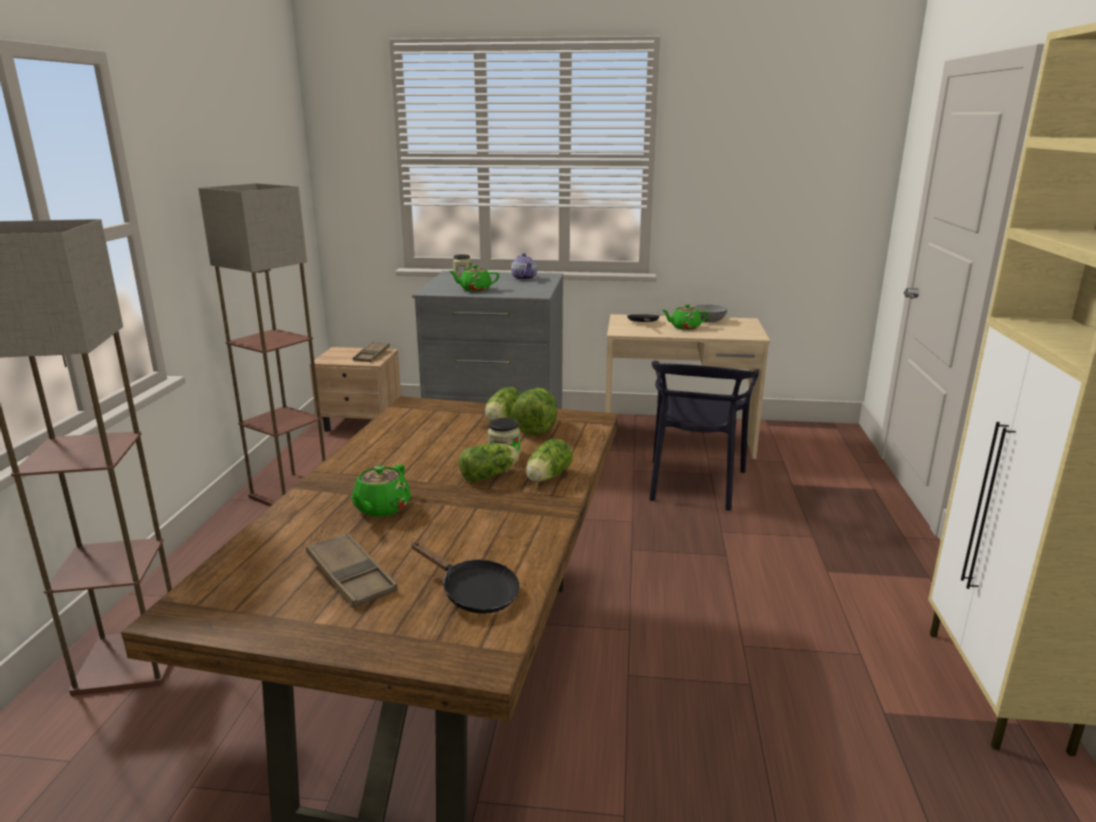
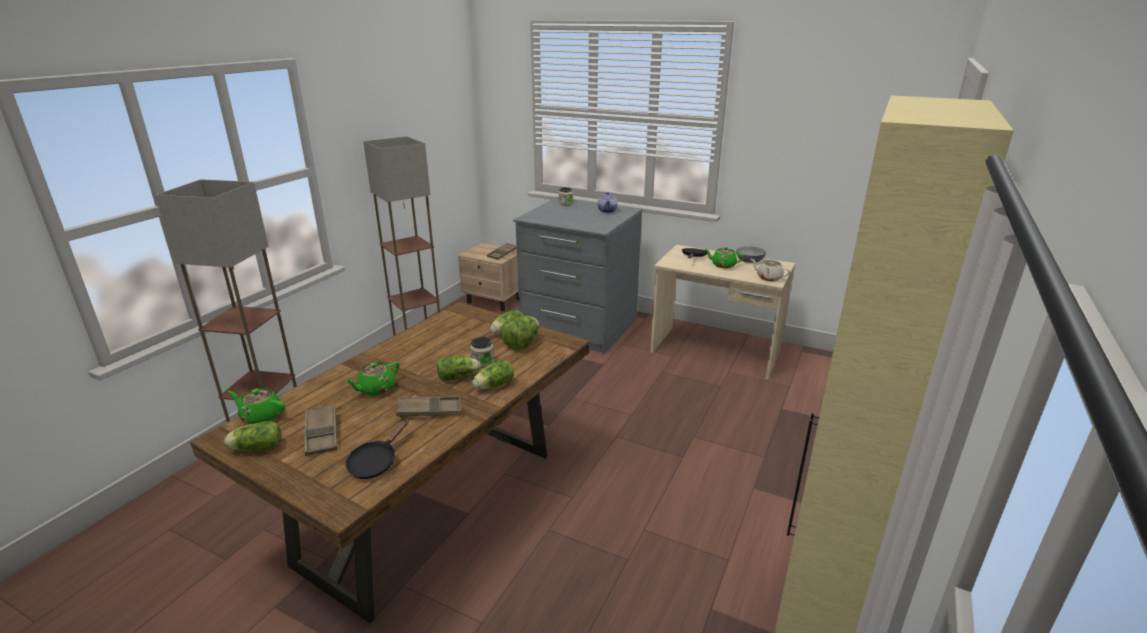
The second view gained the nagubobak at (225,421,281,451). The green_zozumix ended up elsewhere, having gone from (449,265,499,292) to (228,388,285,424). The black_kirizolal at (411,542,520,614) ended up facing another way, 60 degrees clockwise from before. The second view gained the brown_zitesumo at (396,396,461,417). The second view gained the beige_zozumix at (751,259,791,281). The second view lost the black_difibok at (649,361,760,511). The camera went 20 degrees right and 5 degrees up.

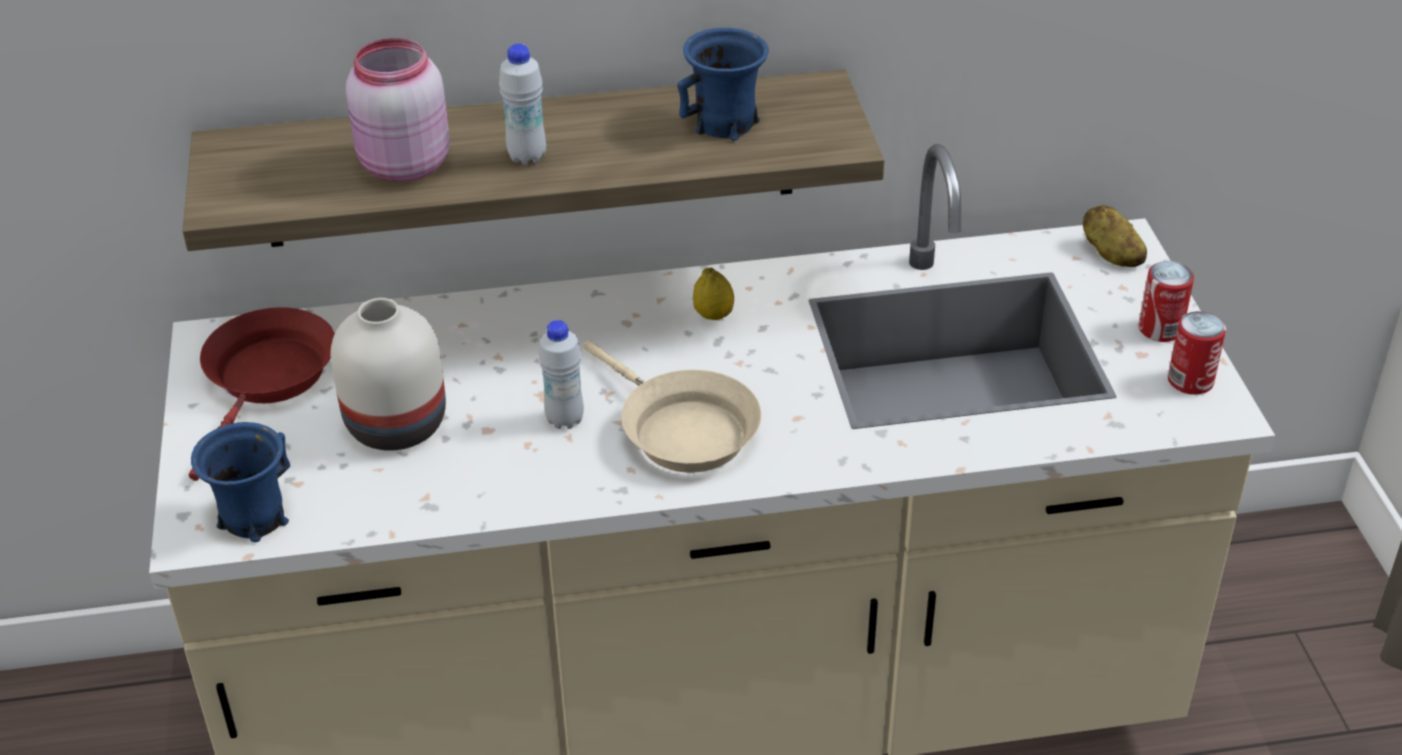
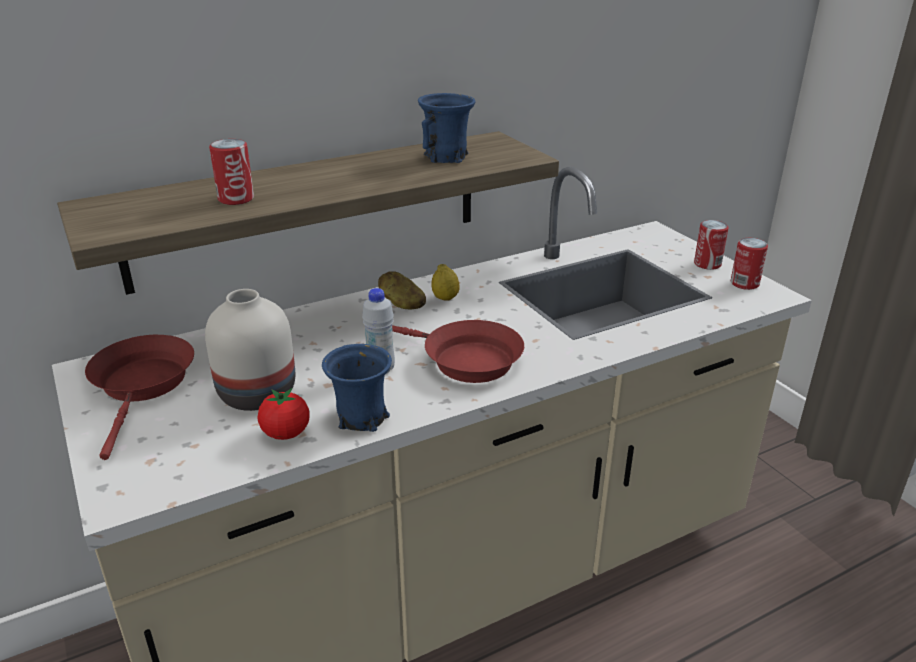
Where the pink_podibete stood at (346,38,450,182), the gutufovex came to stand at (209,139,254,205). The second view gained the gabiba at (258,388,310,440). The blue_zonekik ended up elsewhere, having gone from (191,422,290,542) to (322,344,392,432). The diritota ended up elsewhere, having gone from (1083,205,1147,267) to (378,271,426,309). What was the beige_kirizolal at (583,340,761,473) turned into the red_kirizolal at (392,320,524,383). The second view lost the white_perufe at (499,44,546,165). The camera went 20 degrees left and 10 degrees down.

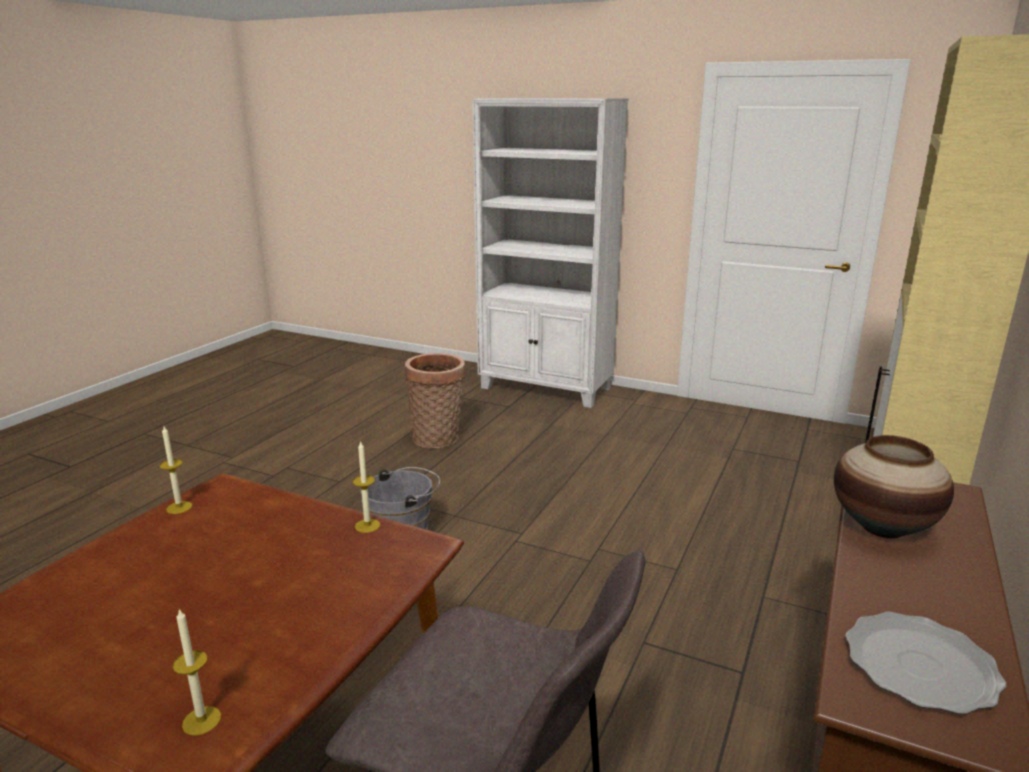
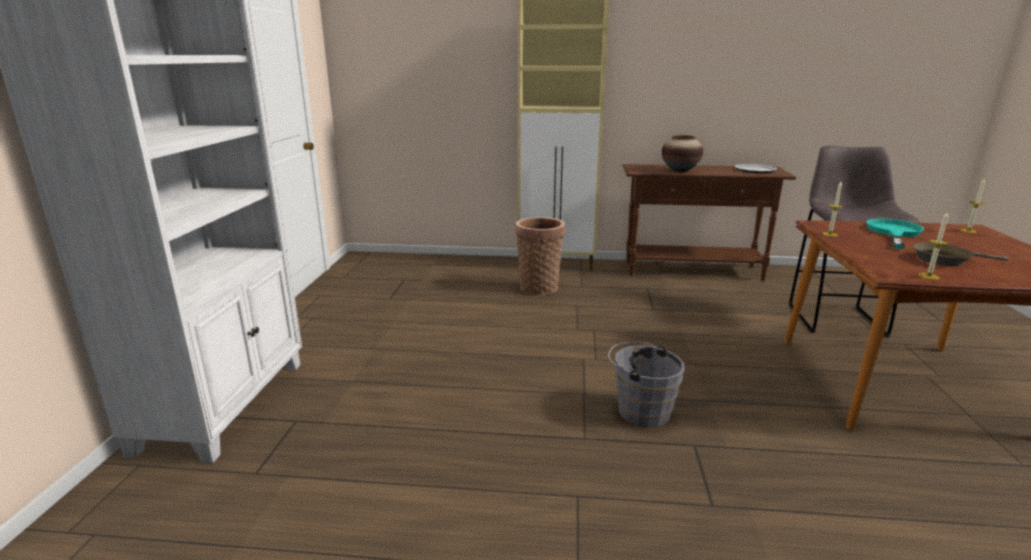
The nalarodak ended up elsewhere, having gone from (405,353,466,449) to (515,217,565,296). The second view gained the turquoise_kirizolal at (866,219,924,249). The second view gained the brown_kirizolal at (913,242,1009,266). The camera went 110 degrees left and 0 degrees up.

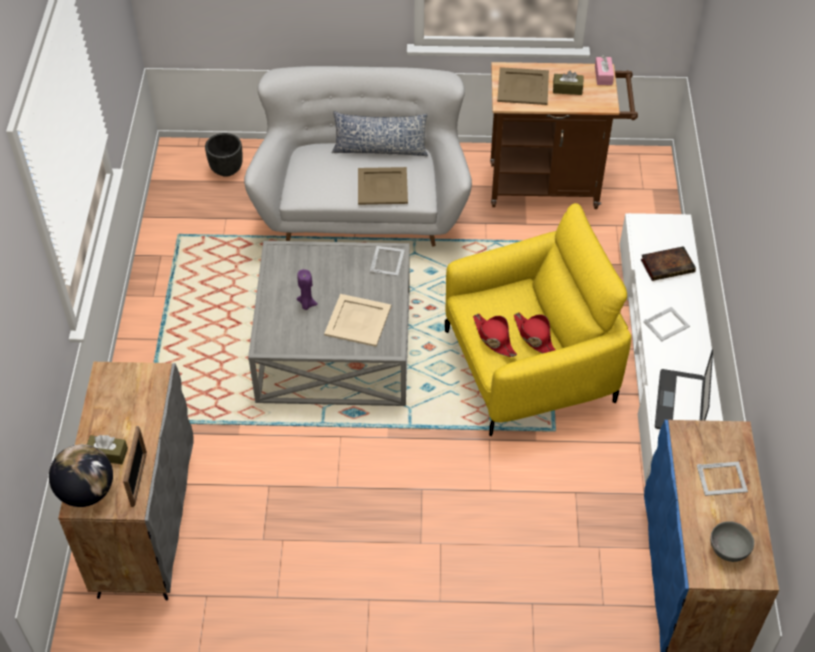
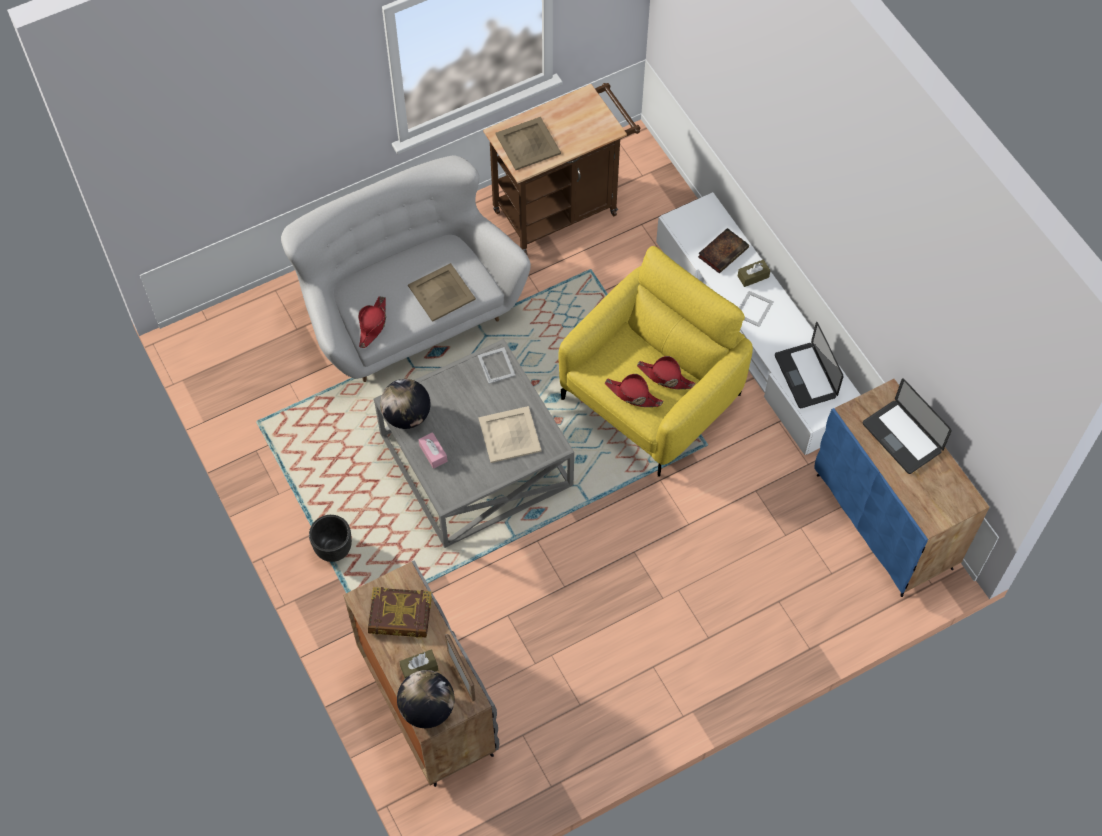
The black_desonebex ended up elsewhere, having gone from (205,133,243,177) to (309,515,352,562). The second view gained the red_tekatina at (358,296,386,348). The second view gained the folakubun at (368,587,432,638). The second view gained the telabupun at (380,379,430,429). The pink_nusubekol ended up elsewhere, having gone from (595,55,614,85) to (418,432,447,469). The brown_nusubekol ended up elsewhere, having gone from (553,71,583,95) to (738,259,771,287). Where the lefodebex stood at (697,462,748,496), the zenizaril came to stand at (863,378,952,474). The second view lost the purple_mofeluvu at (297,269,318,310). The second view lost the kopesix at (332,112,428,156). The second view lost the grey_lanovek at (710,521,754,562). The camera went 30 degrees left and 10 degrees up.

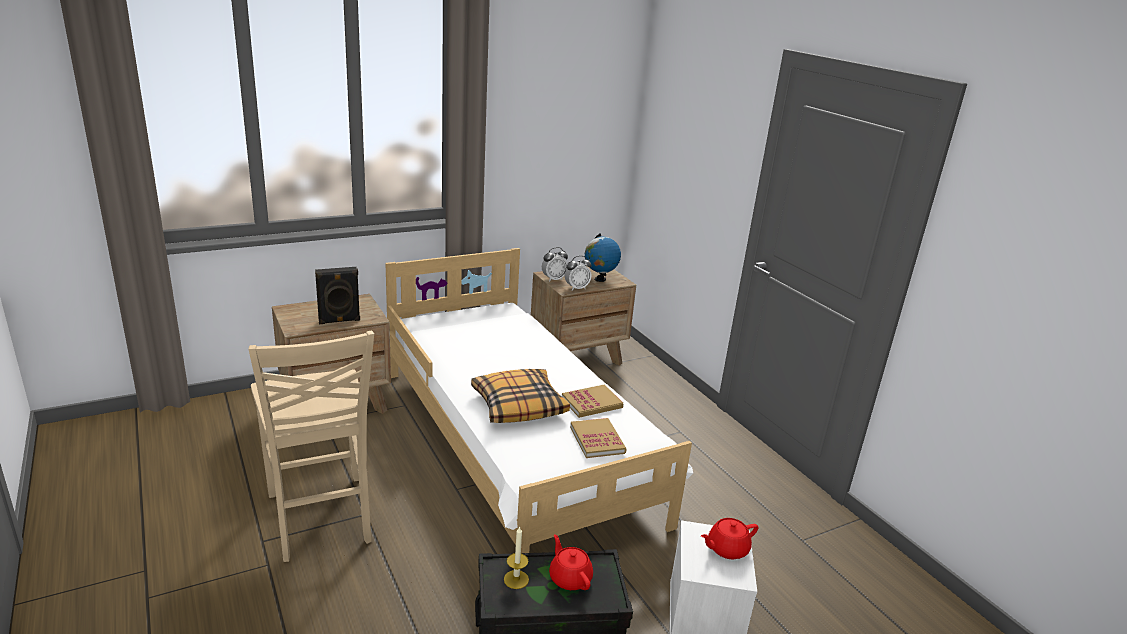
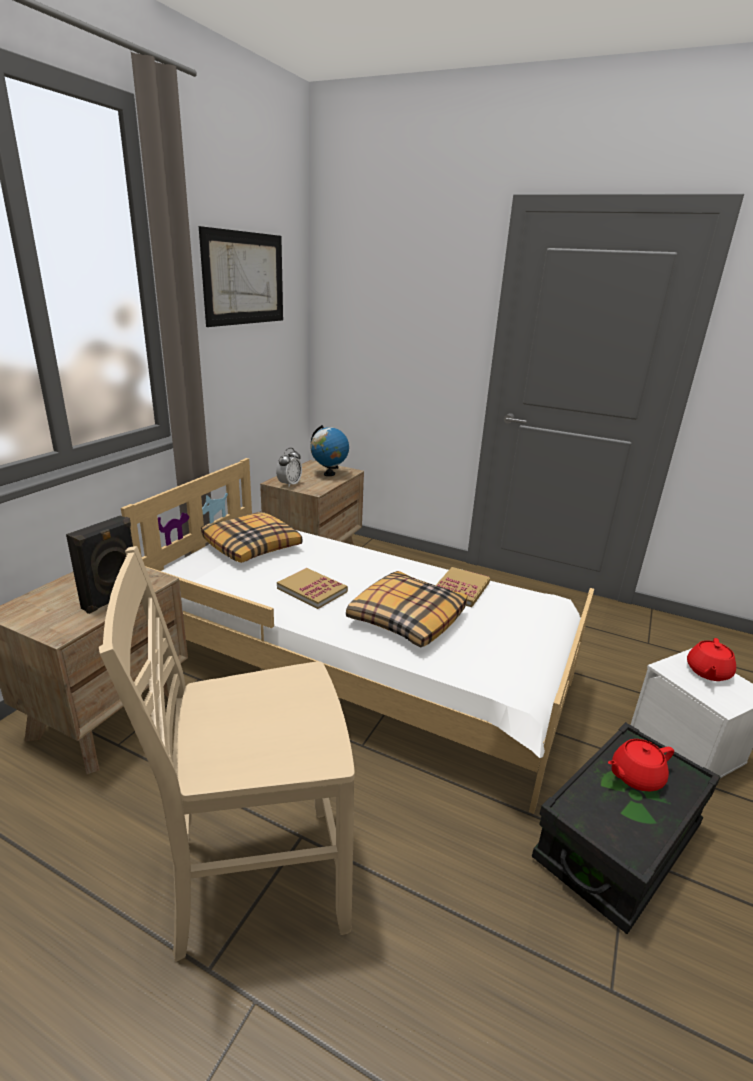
The beige_difibok at (249,331,374,562) ended up facing another way, 135 degrees clockwise from before. The second view gained the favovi at (199,226,283,327). The second view gained the kopesix at (201,512,302,563). The folakubun ended up elsewhere, having gone from (570,418,627,458) to (277,568,348,609). The red_zozumix at (549,534,593,590) ended up facing another way, 45 degrees counterclockwise from before. The second view lost the mofeluvu at (504,527,529,589). The second view lost the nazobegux at (565,256,592,291). The camera went 35 degrees left and 0 degrees up.

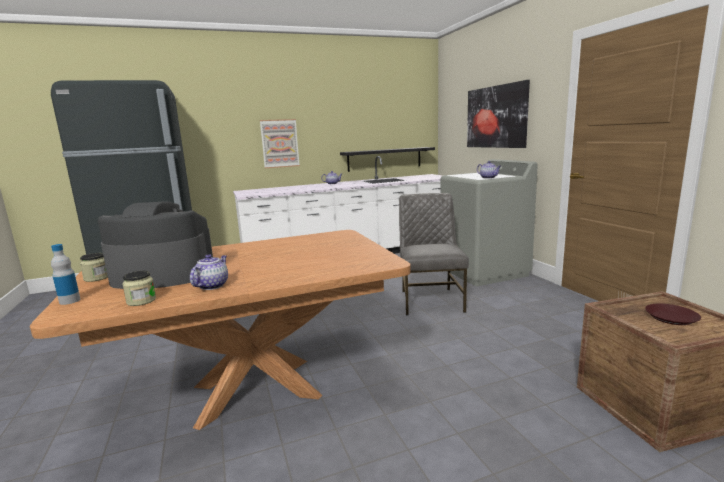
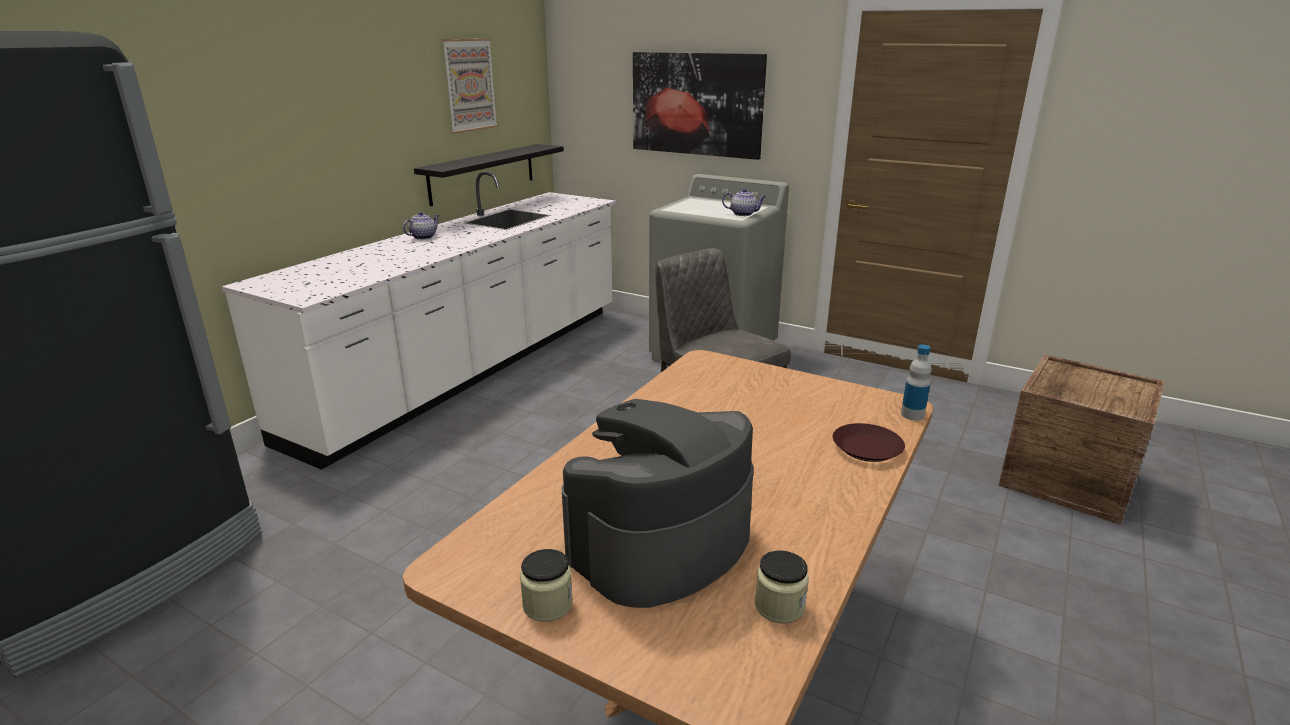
The favovi ended up elsewhere, having gone from (260,119,300,168) to (442,39,498,133). The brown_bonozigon ended up elsewhere, having gone from (645,304,701,325) to (833,423,905,462). The perufe ended up elsewhere, having gone from (51,244,80,305) to (901,345,932,420). The second view lost the zozumix at (190,254,228,290). The camera went 40 degrees left and 10 degrees up.

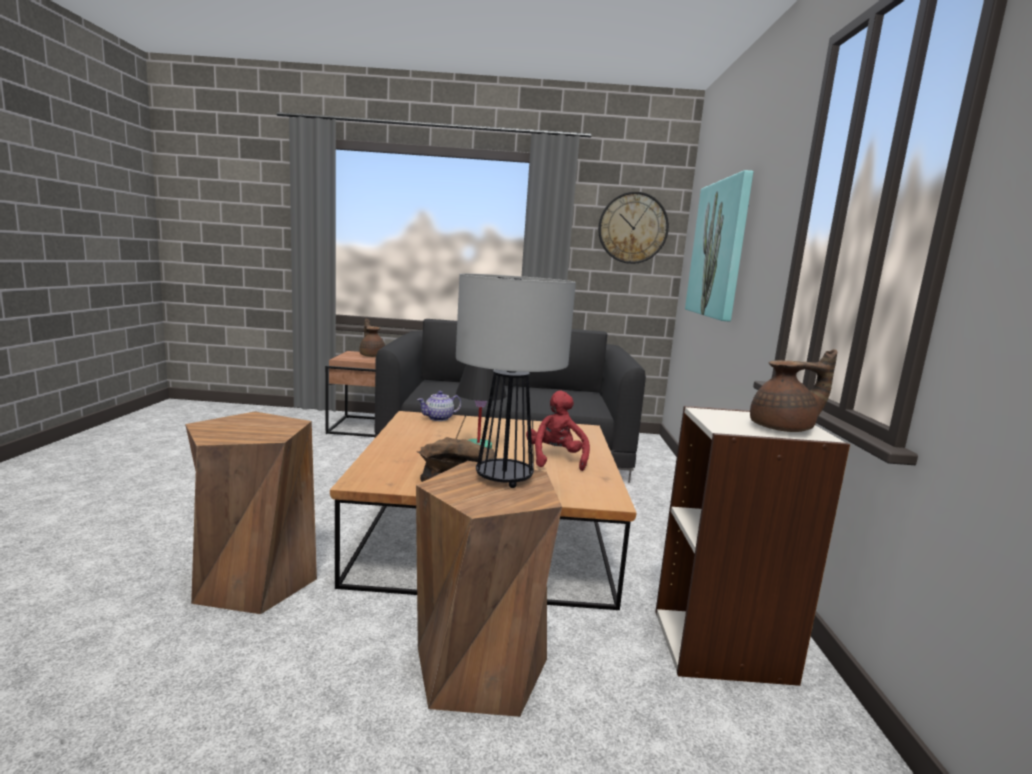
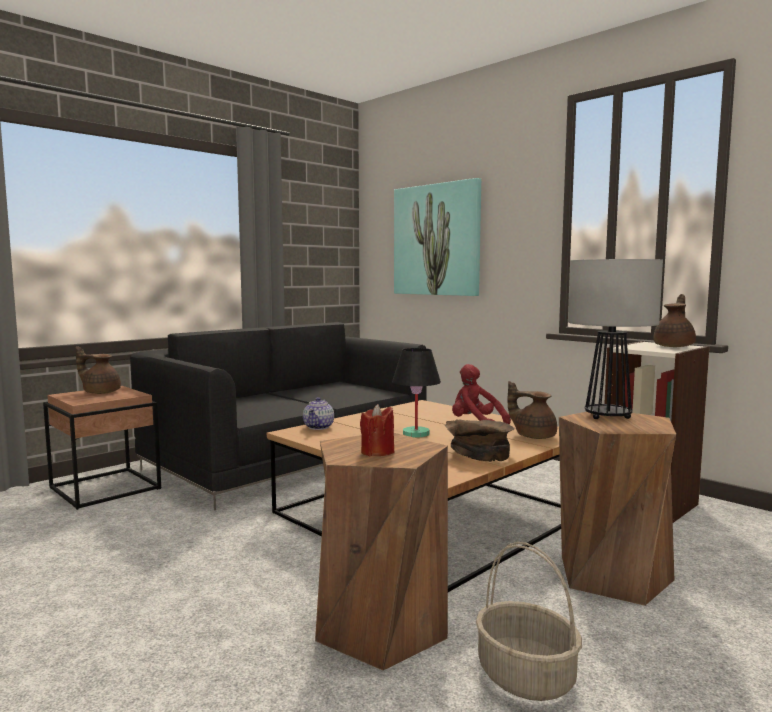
The second view gained the red_mofeluvu at (360,404,394,456). The second view gained the nalarodak at (476,542,582,701). The second view gained the brown_zozumix at (508,381,557,439). The second view lost the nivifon at (598,192,669,264). The camera went 45 degrees left and 5 degrees down.

